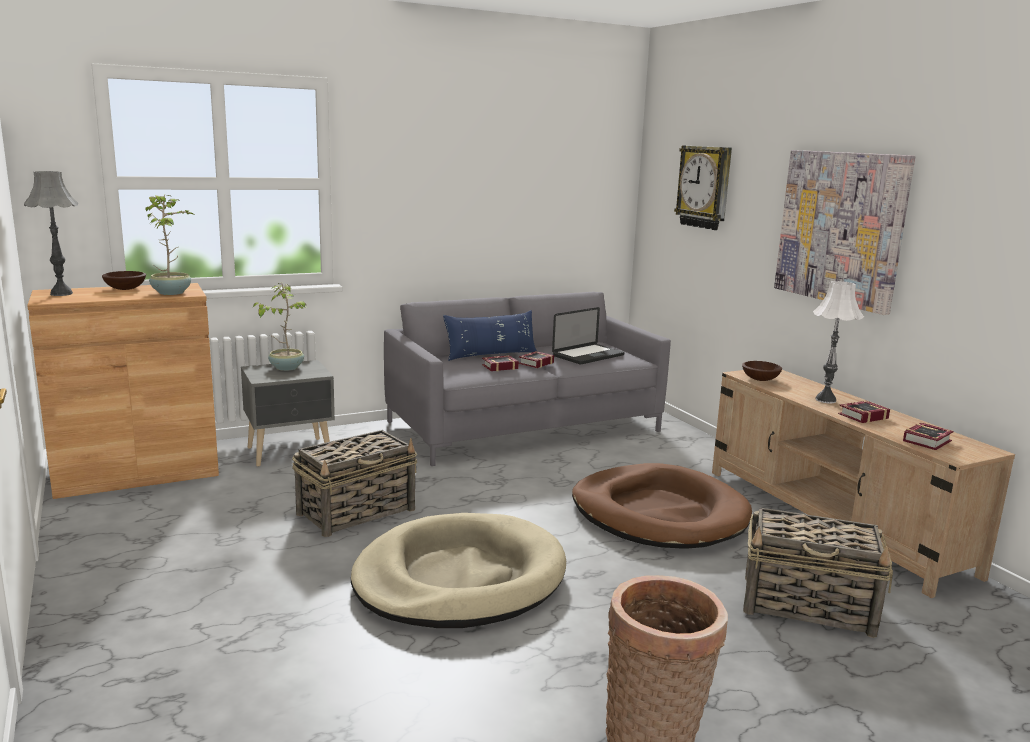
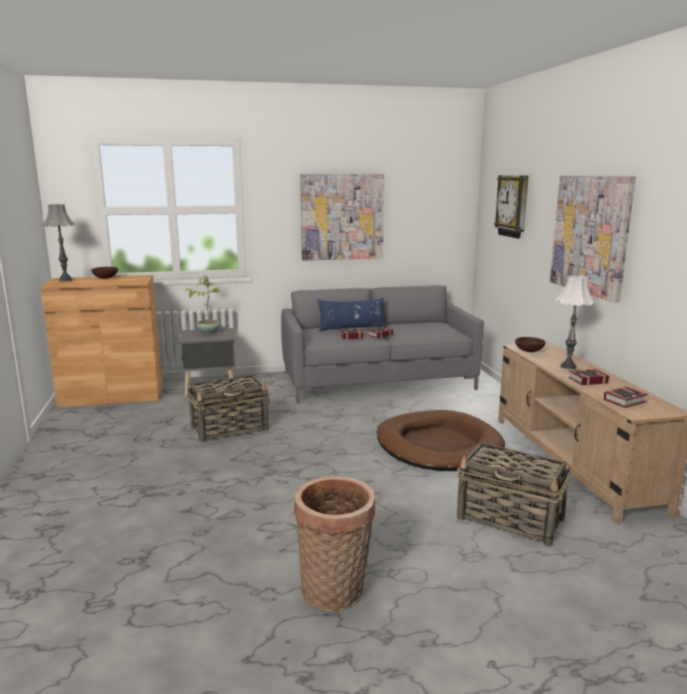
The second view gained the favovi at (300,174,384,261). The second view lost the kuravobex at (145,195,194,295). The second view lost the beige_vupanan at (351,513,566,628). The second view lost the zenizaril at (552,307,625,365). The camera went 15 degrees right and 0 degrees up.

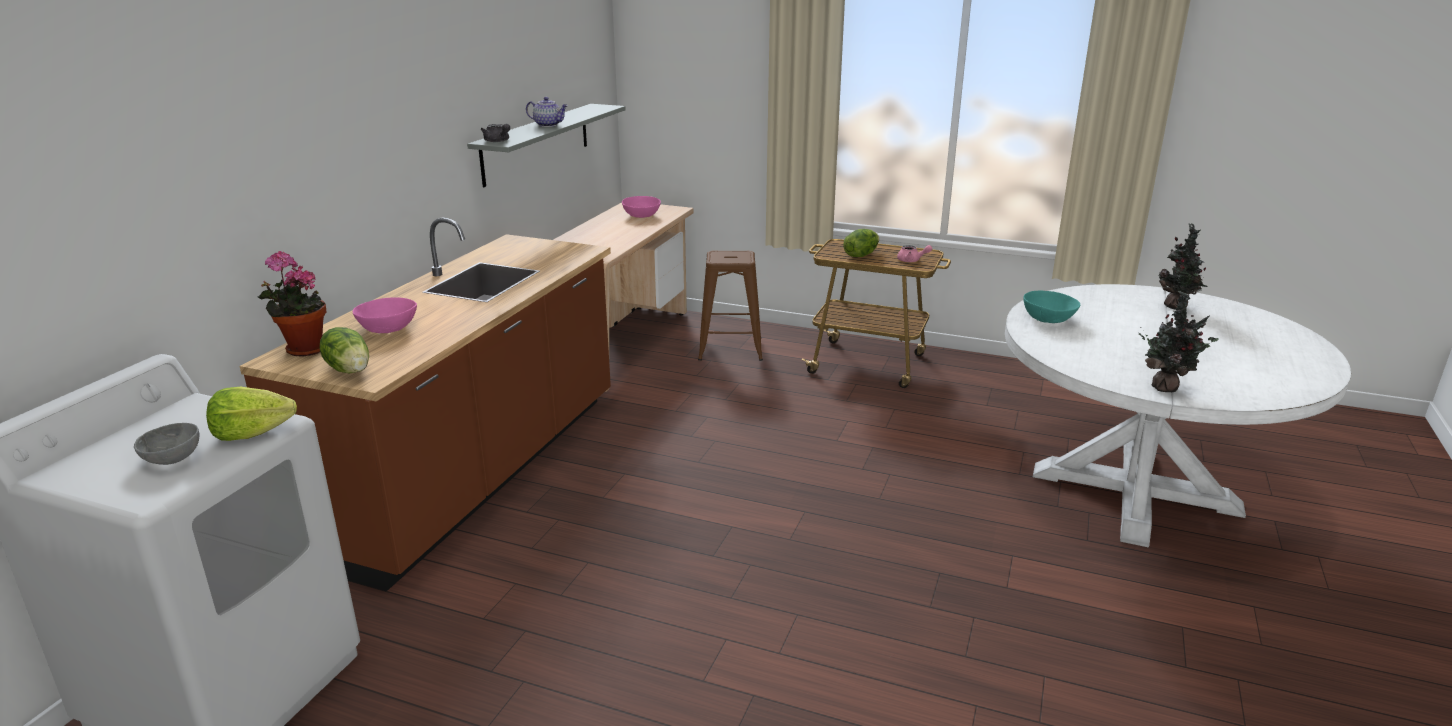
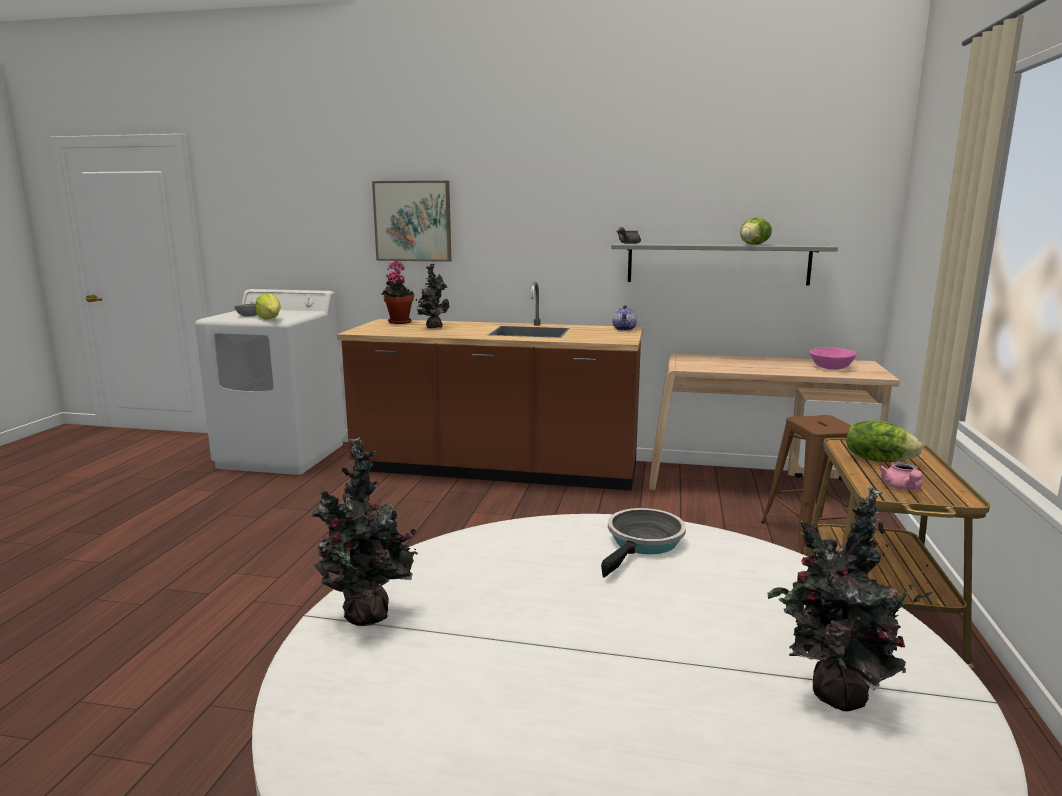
The second view gained the favovi at (372,181,451,262). Where the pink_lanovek stood at (353,297,417,333), the kuravobex came to stand at (416,263,450,328). Where the turquoise_lanovek stood at (1023,291,1080,323), the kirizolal came to stand at (601,508,686,578). The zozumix ended up elsewhere, having gone from (526,97,568,127) to (612,305,637,331). The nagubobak ended up elsewhere, having gone from (320,327,369,373) to (740,218,772,245). The camera went 80 degrees right and 10 degrees down.

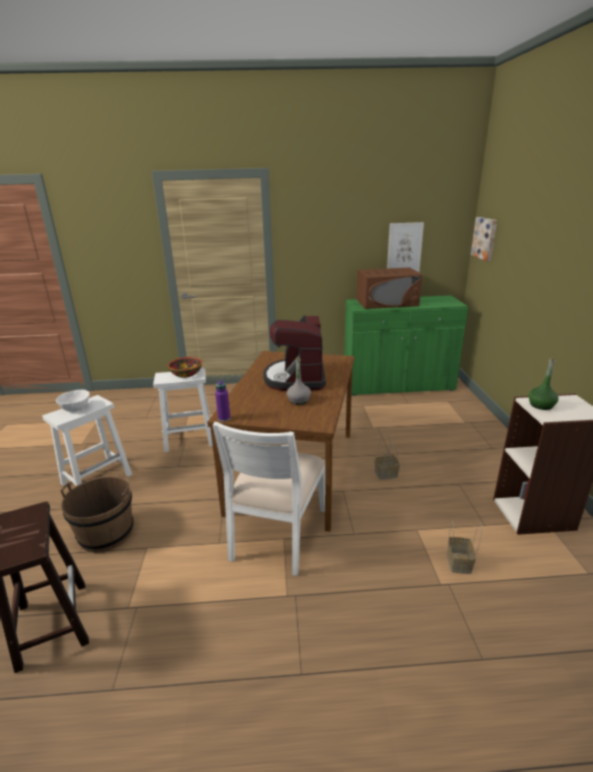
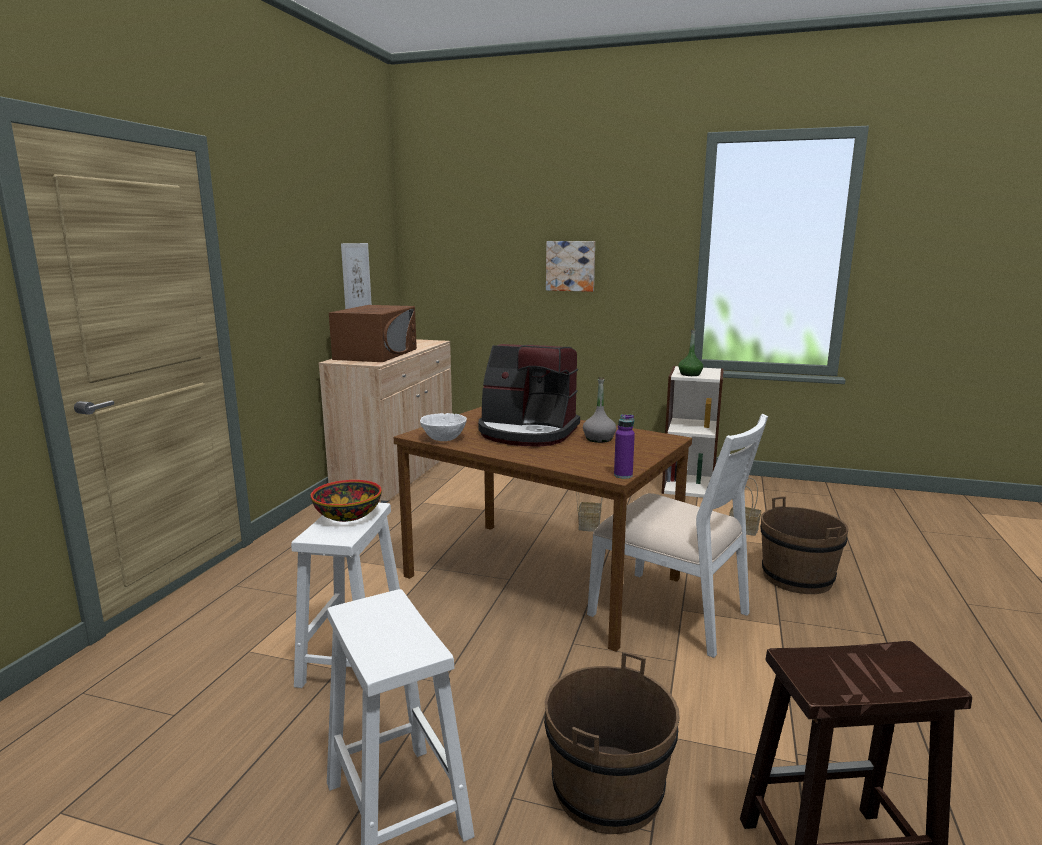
What was the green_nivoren at (344,295,468,396) turned into the beige_nivoren at (319,339,452,503). The white_lanovek ended up elsewhere, having gone from (56,390,90,412) to (420,413,467,441). The favovi ended up elsewhere, having gone from (471,217,497,261) to (546,241,595,292). The second view gained the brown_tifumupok at (760,496,848,594). The camera went 70 degrees left and 10 degrees down.

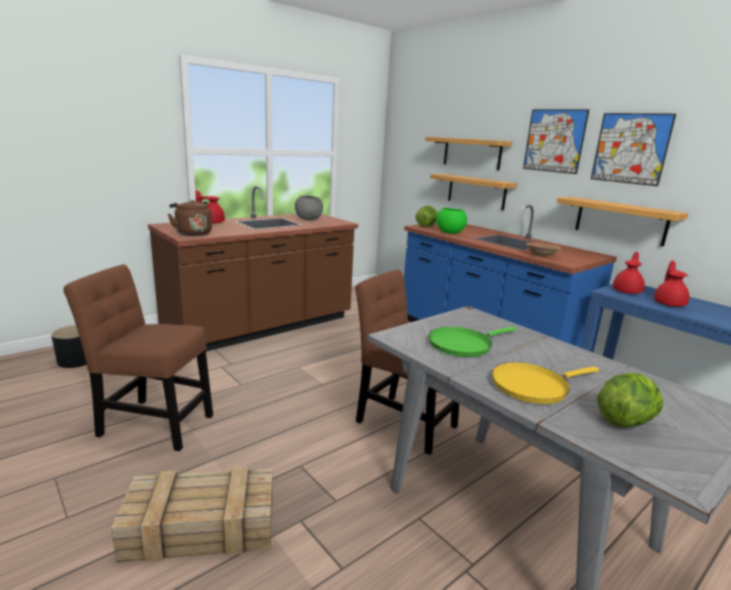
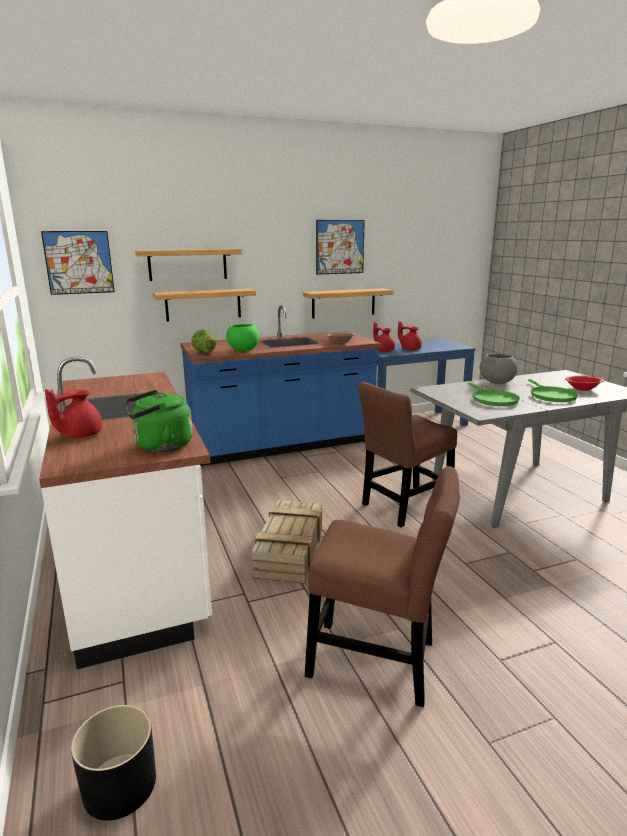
What was the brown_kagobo at (148,186,358,352) turned into the white_kagobo at (39,357,212,669). The favovi ended up elsewhere, having gone from (523,109,589,174) to (41,231,115,295). What was the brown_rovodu at (168,200,212,236) turned into the green_rovodu at (125,390,192,452). The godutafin ended up elsewhere, having gone from (111,466,273,562) to (252,500,322,584). The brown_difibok at (63,264,213,451) ended up facing another way, 105 degrees counterclockwise from before. The grey_lanovek ended up elsewhere, having gone from (295,196,323,220) to (480,354,518,384). What was the yellow_kirizolal at (492,362,599,404) turned into the green_kirizolal at (528,379,578,402). Where the nagubobak stood at (597,373,663,427), the red_lanovek came to stand at (565,376,604,391). The camera went 70 degrees left and 0 degrees up.

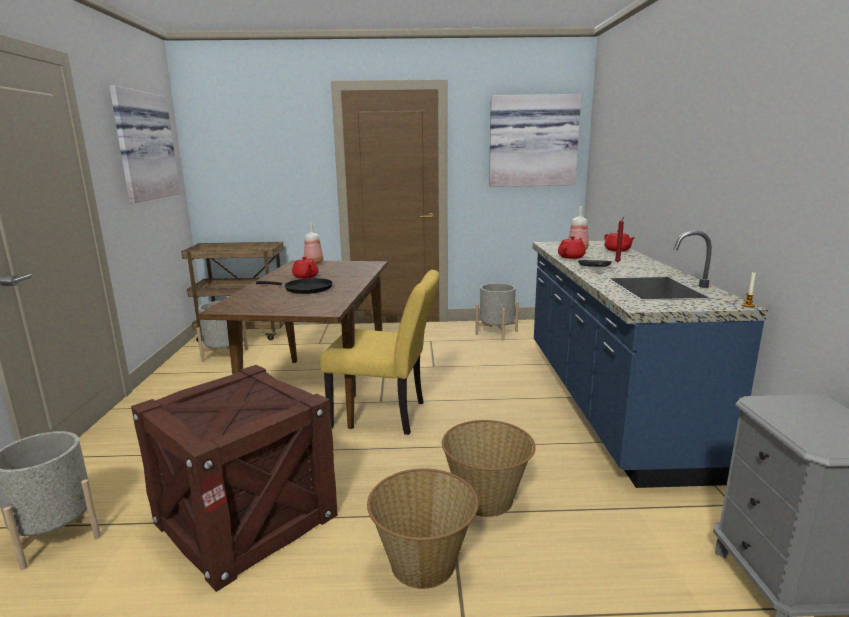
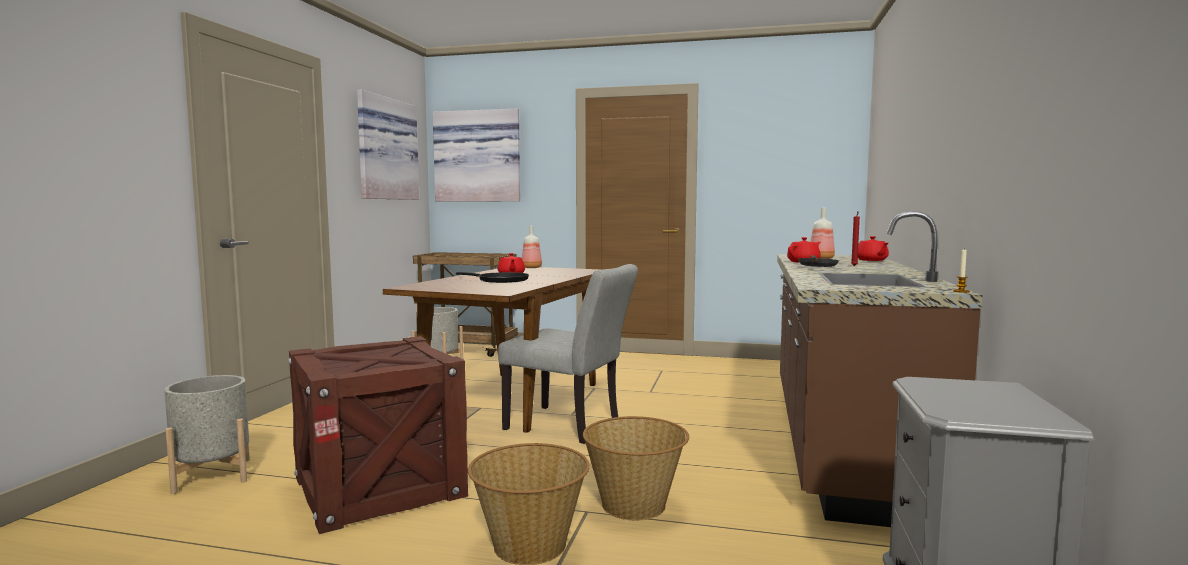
The favovi ended up elsewhere, having gone from (489,94,581,187) to (433,109,520,201). What was the yellow_difibok at (320,270,439,435) turned into the grey_difibok at (498,264,638,444). What was the blue_kagobo at (533,231,768,488) turned into the brown_kagobo at (777,211,982,527). The second view lost the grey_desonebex at (475,283,519,341). The camera went 15 degrees right and 10 degrees down.

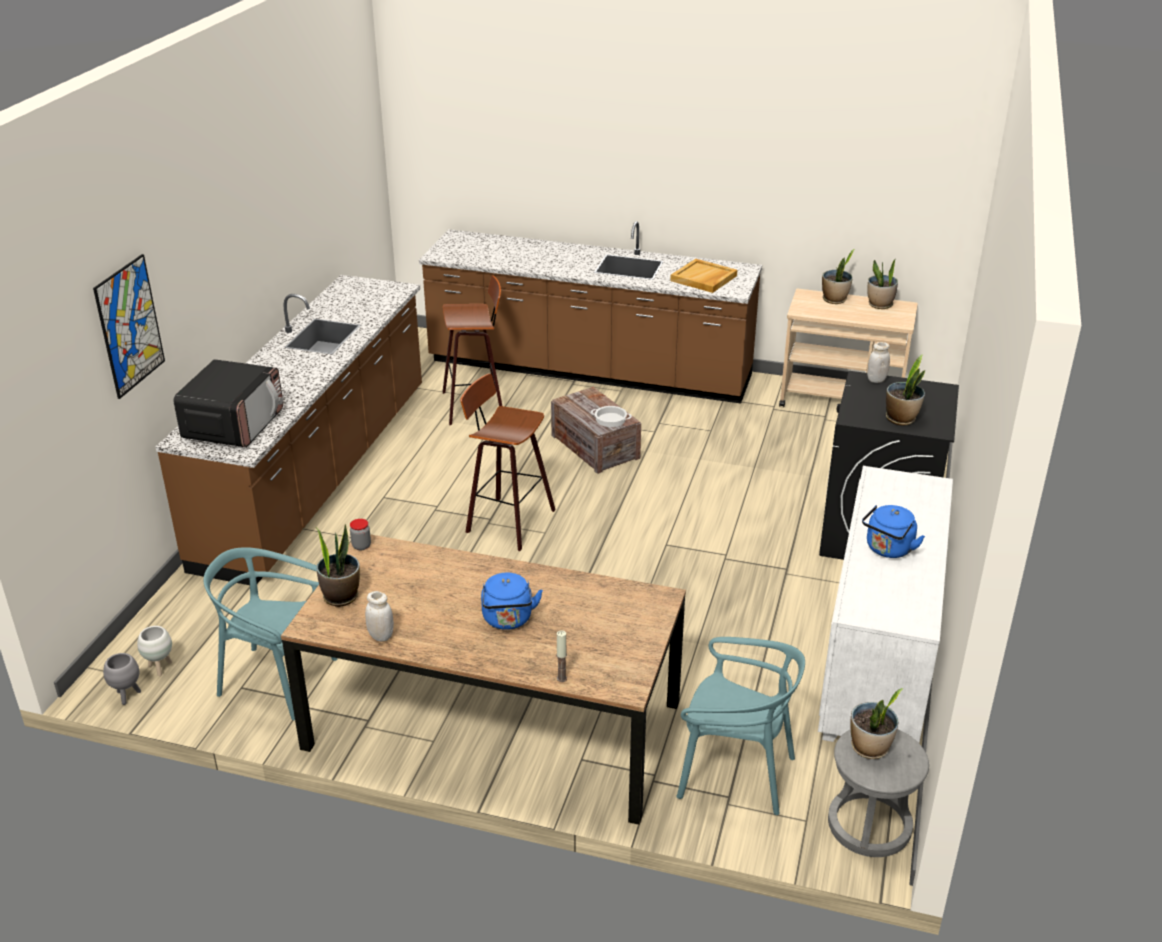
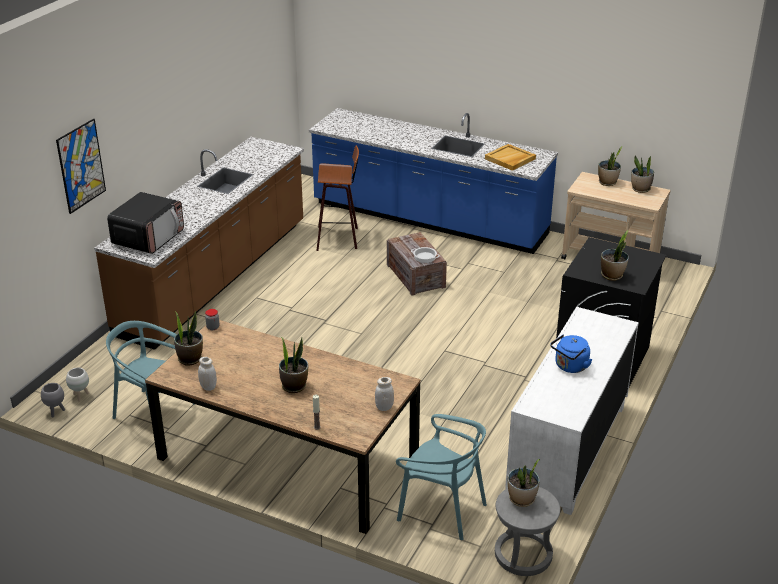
Where the blue_rovodu stood at (481,572,543,630), the kuravobex came to stand at (279,337,308,393). What was the brown_kagobo at (419,221,762,404) turned into the blue_kagobo at (309,108,558,254). The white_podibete ended up elsewhere, having gone from (867,342,890,383) to (375,377,394,411). The second view lost the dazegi at (460,374,556,551). The camera went 10 degrees right and 0 degrees up.

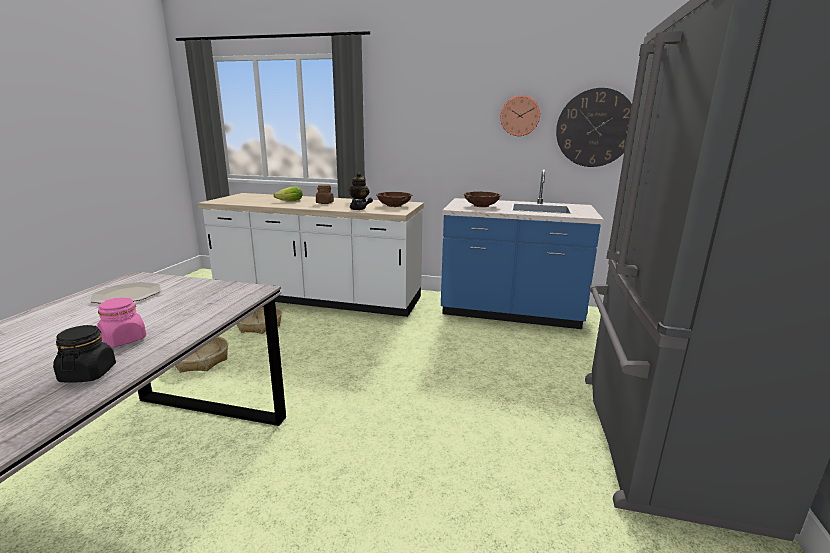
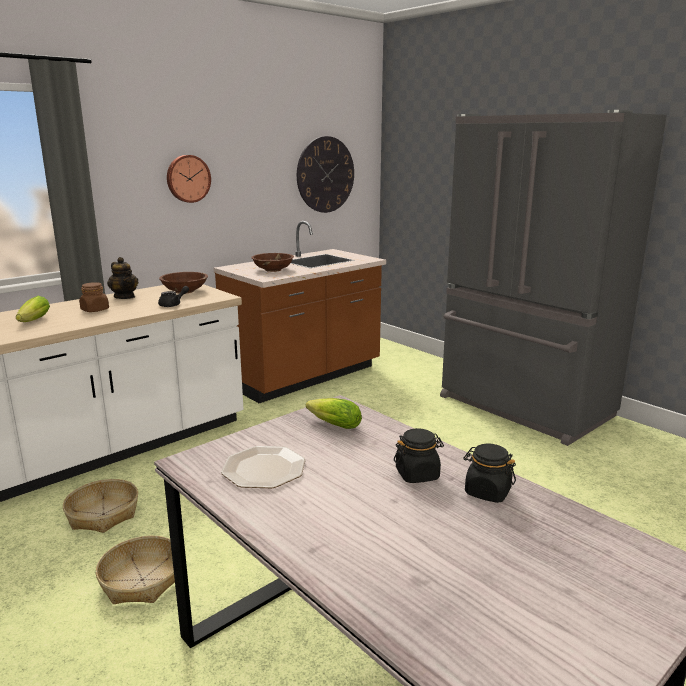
The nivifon ended up elsewhere, having gone from (500,95,540,136) to (167,155,211,203). What was the blue_kagobo at (441,169,604,329) turned into the brown_kagobo at (214,221,386,403). The second view gained the nagubobak at (306,398,362,429). What was the pink_podibete at (97,298,146,347) turned into the black_podibete at (394,428,444,483). The camera went 55 degrees left and 0 degrees up.

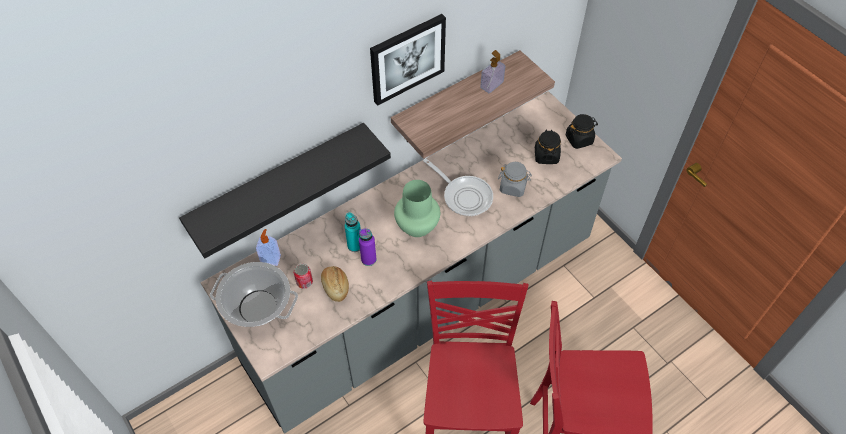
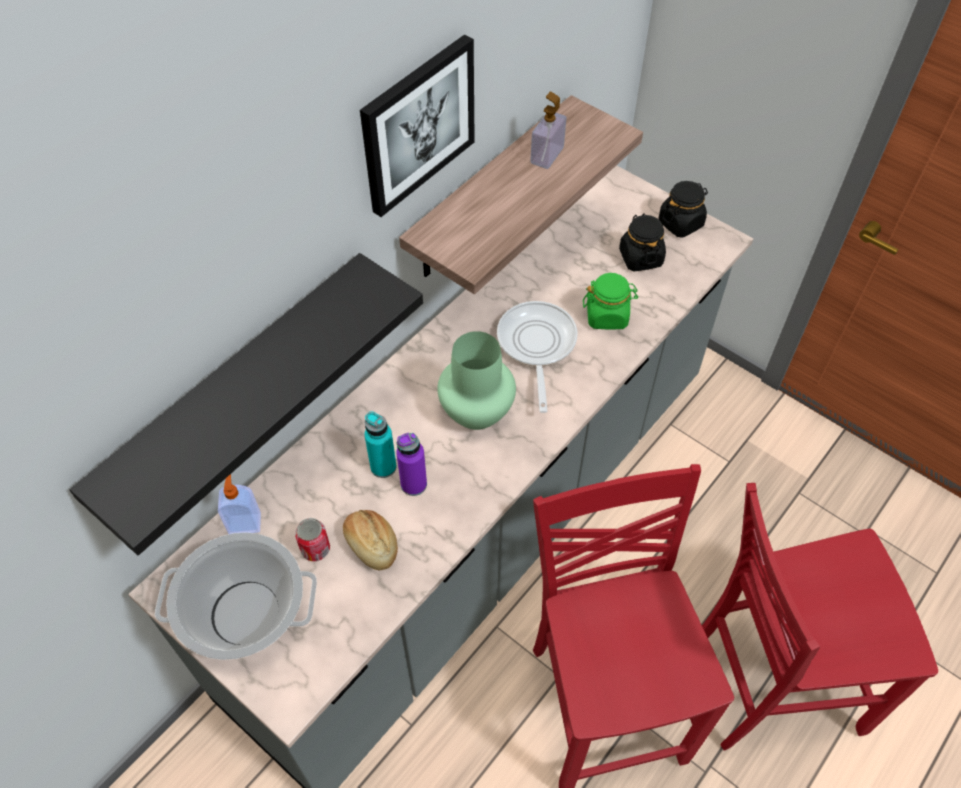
The kirizolal at (423,158,493,217) ended up facing another way, 120 degrees counterclockwise from before. What was the grey_podibete at (498,162,532,197) turned into the green_podibete at (583,273,638,330). The camera went 15 degrees left and 0 degrees up.

